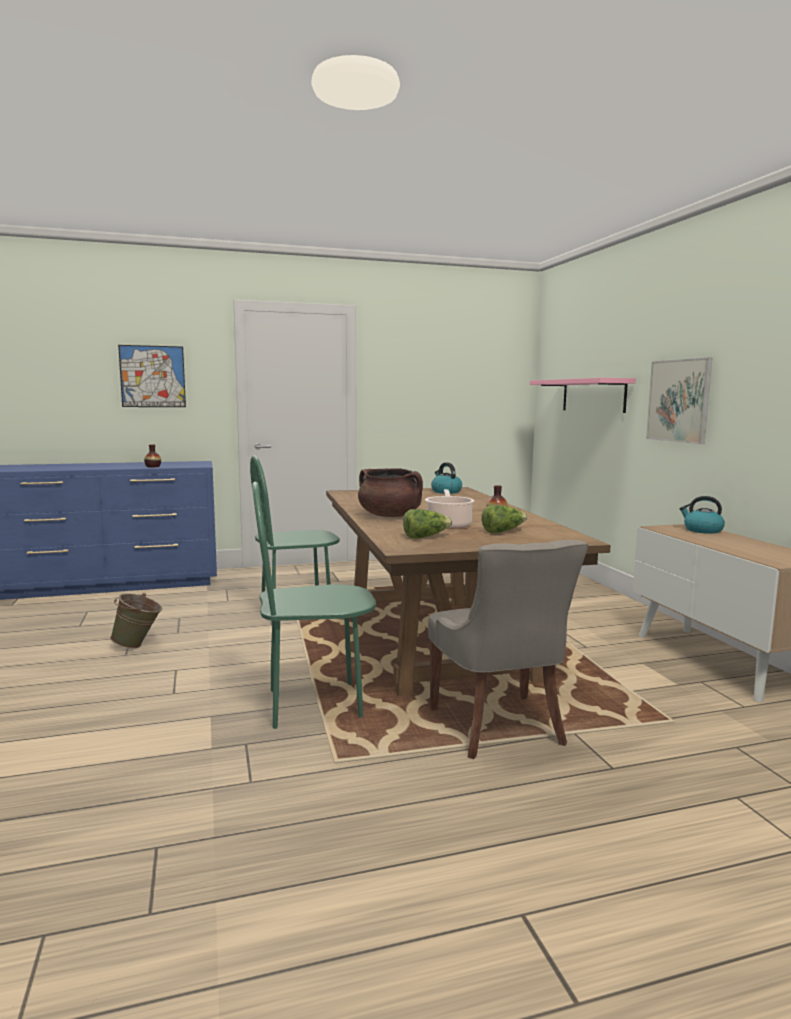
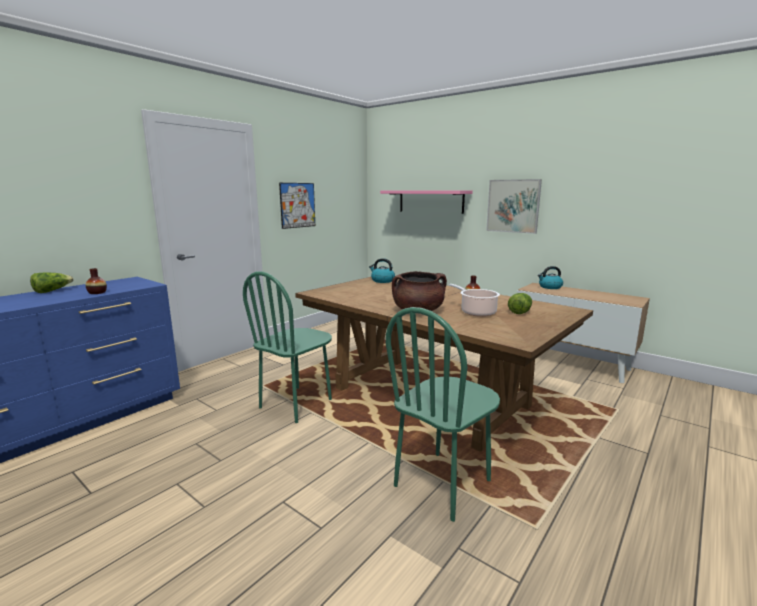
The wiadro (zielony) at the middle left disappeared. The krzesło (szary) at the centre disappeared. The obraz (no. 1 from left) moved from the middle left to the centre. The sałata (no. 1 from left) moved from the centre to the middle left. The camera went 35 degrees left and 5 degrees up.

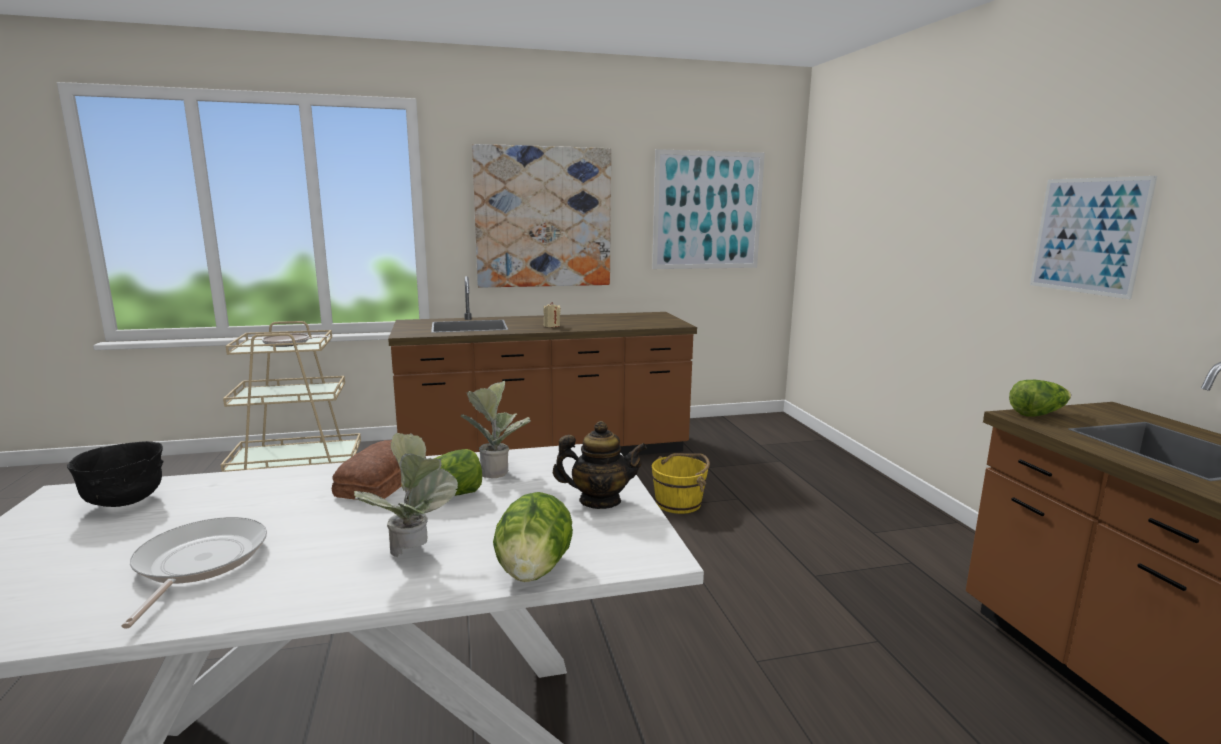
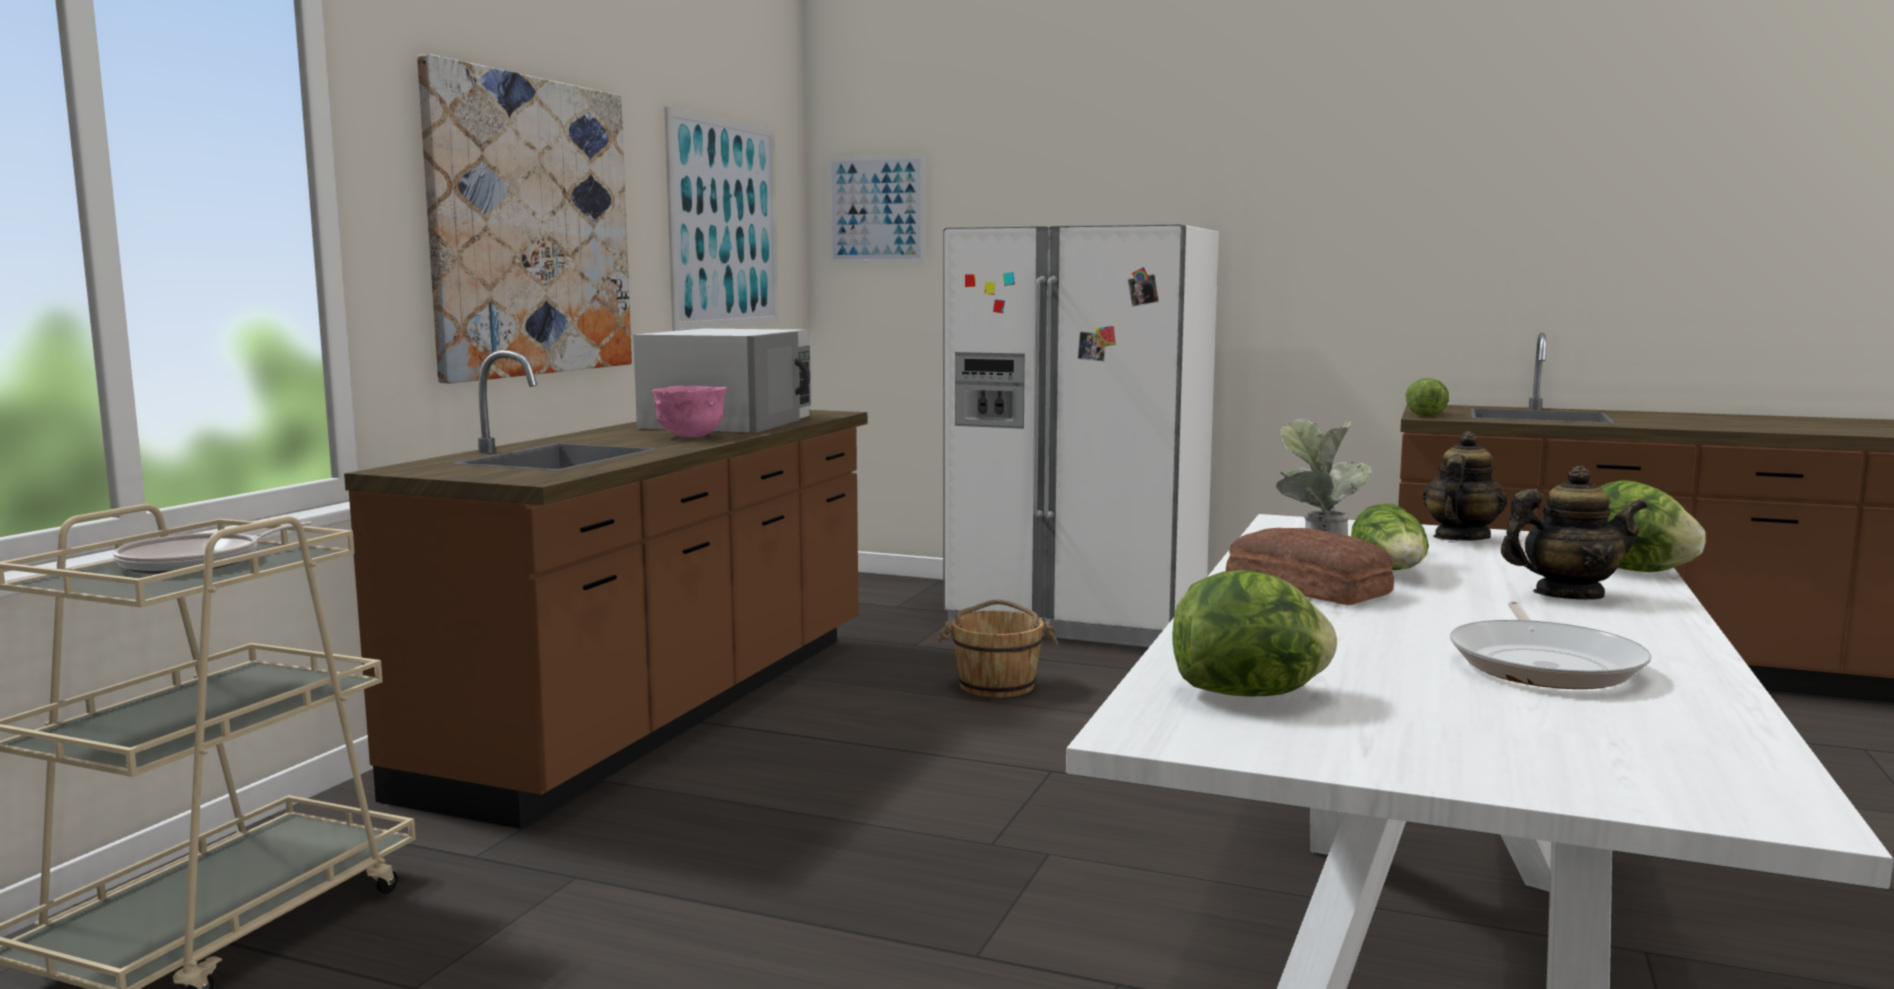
The mikrofalówka (biały) at the centre appeared. The lodówka (biały) at the centre appeared. The obraz (no. 3 from left) moved from the top right to the top centre. The miska (czarny) at the middle left was replaced by the sałata (no. 1 from left) at the centre. The roślina doniczkowa (no. 1 from left) at the middle left was replaced by the imbryk (no. 2 from left) at the middle right. The świeca (beżowy) at the centre was replaced by the miska (różowy) at the centre. The wiadro (żółty) at the centre became the wiadro (brązowy) at the centre. The patelnia (no. 1 from left in the first image) at the bottom left turned 105 degrees counterclockwise. The camera went 55 degrees left and 5 degrees down.

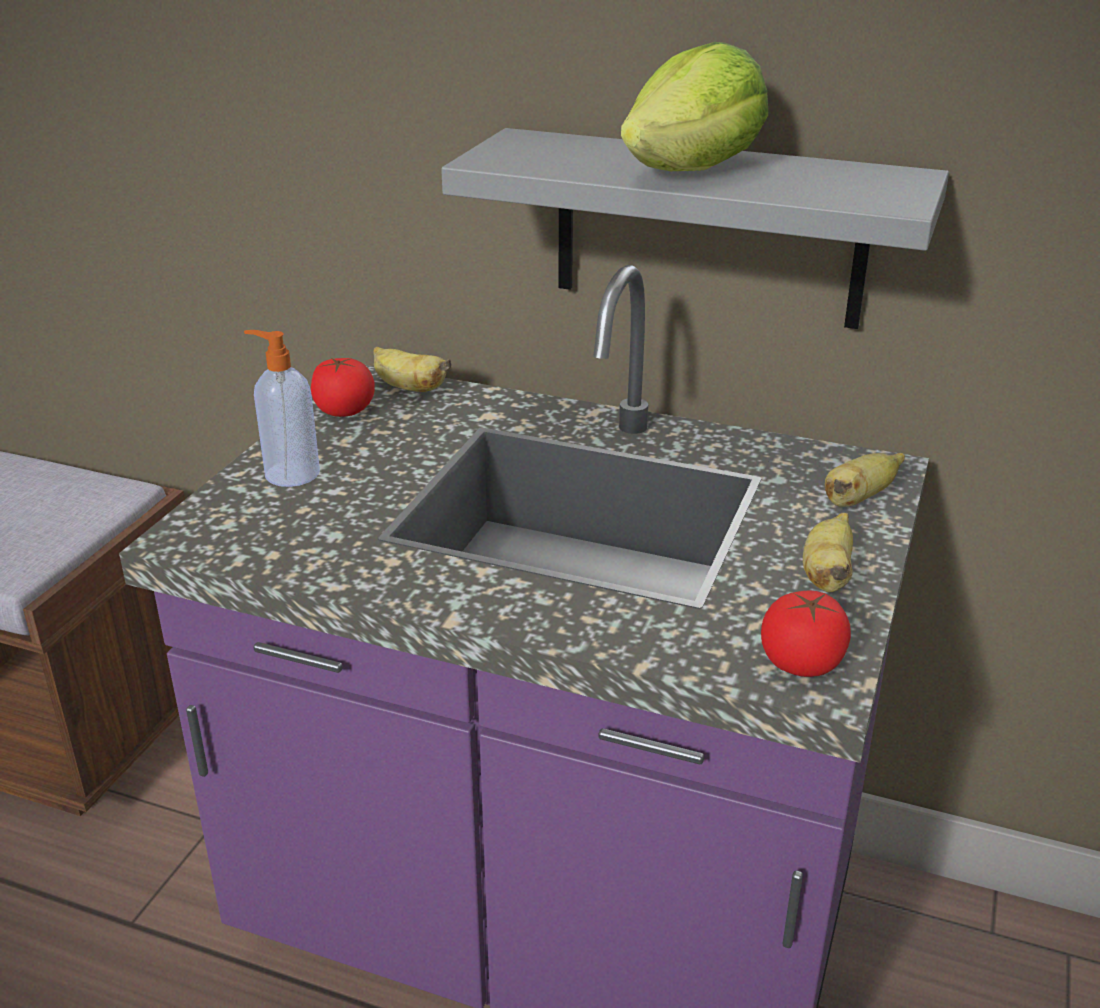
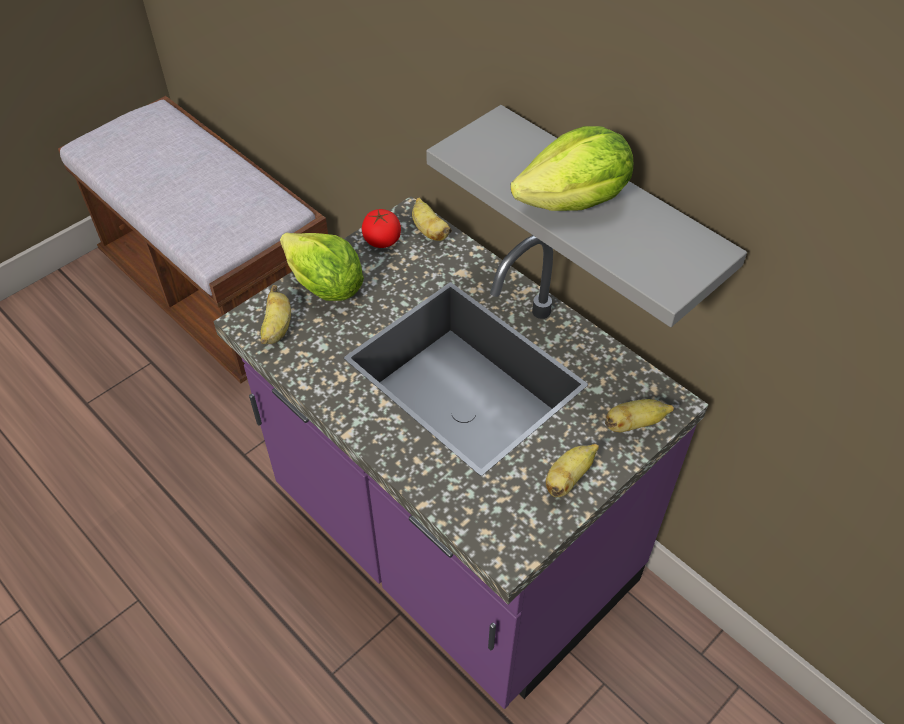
The pomidor (no. 2 from left) at the middle right disappeared. The banan (no. 1 from left) at the middle left appeared. The dozownik mydła at the middle left was replaced by the sałata (no. 1 from left) at the centre. The camera went 25 degrees right and 20 degrees up.

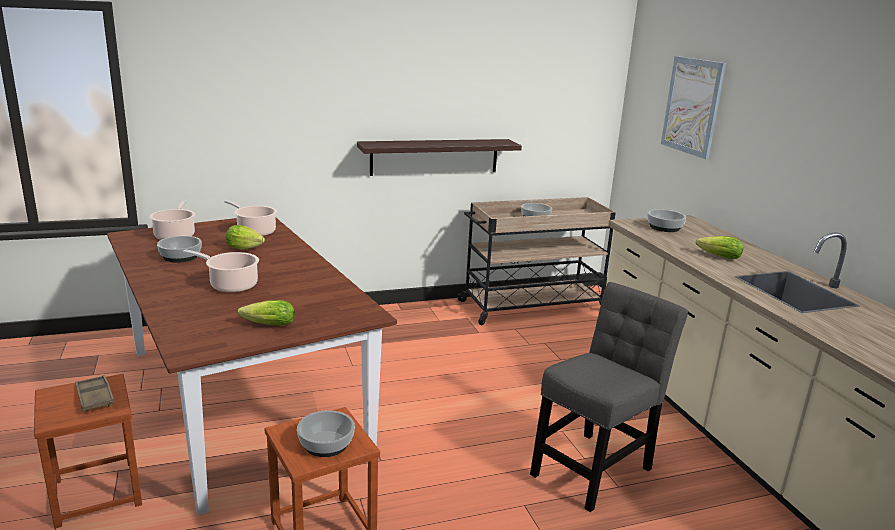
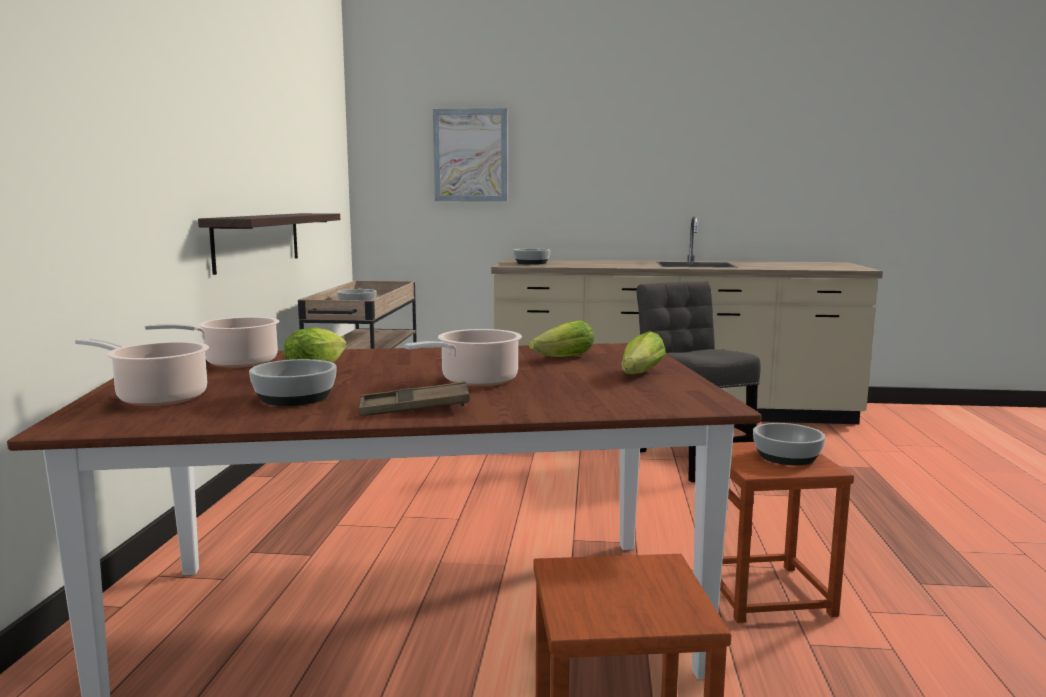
The taca (brązowy) moved from the bottom left to the centre. The sałata (no. 3 from left in the first image) moved from the middle right to the centre. The camera went 65 degrees left and 10 degrees down.

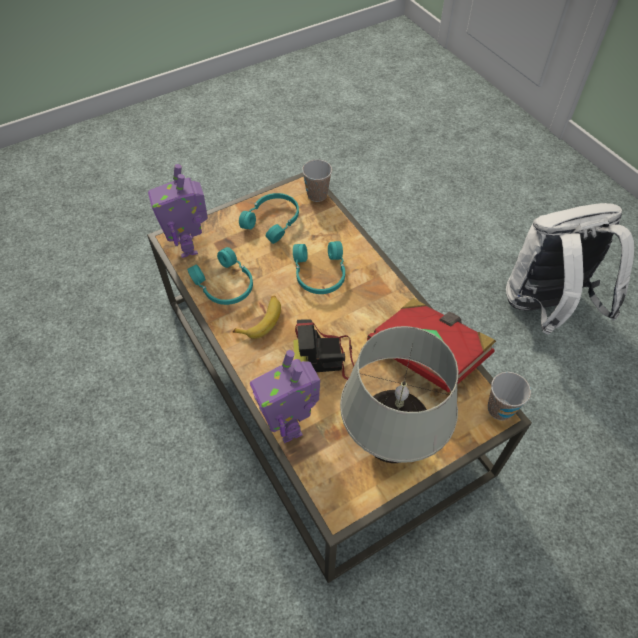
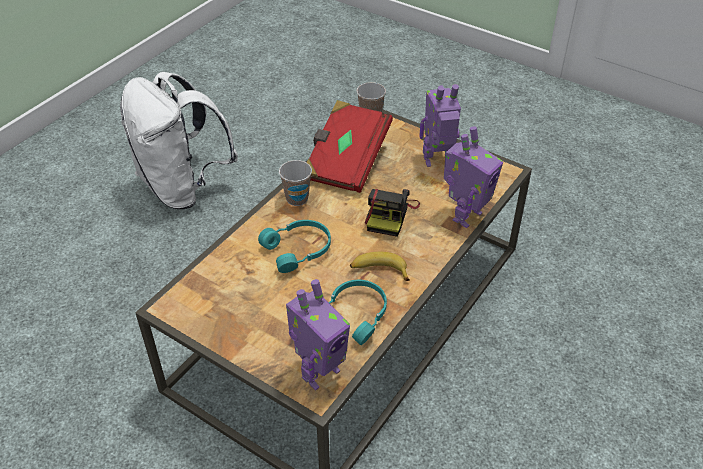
The słuchawki (turkusowy) (no. 2 from left) at the centre disappeared. The filiżanka (no. 1 from left) moved from the top centre to the centre. The lampa stołowa (biały) at the centre was replaced by the robot zabawkowy (no. 2 from left) at the top centre. The aparat fotograficzny at the centre turned 45 degrees clockwise. The camera went 115 degrees left and 10 degrees down.

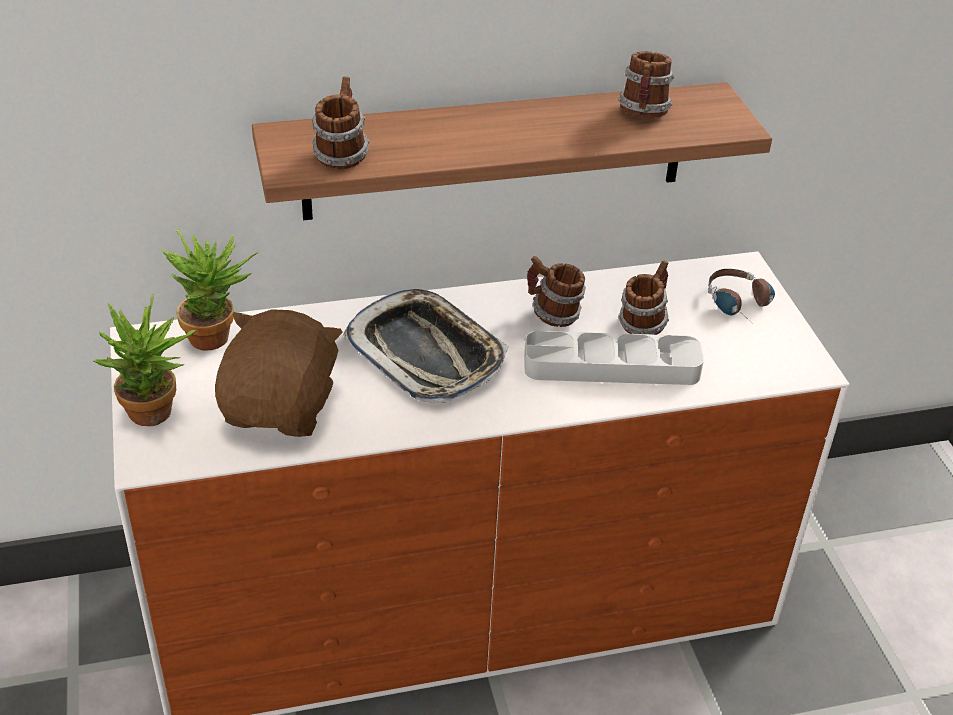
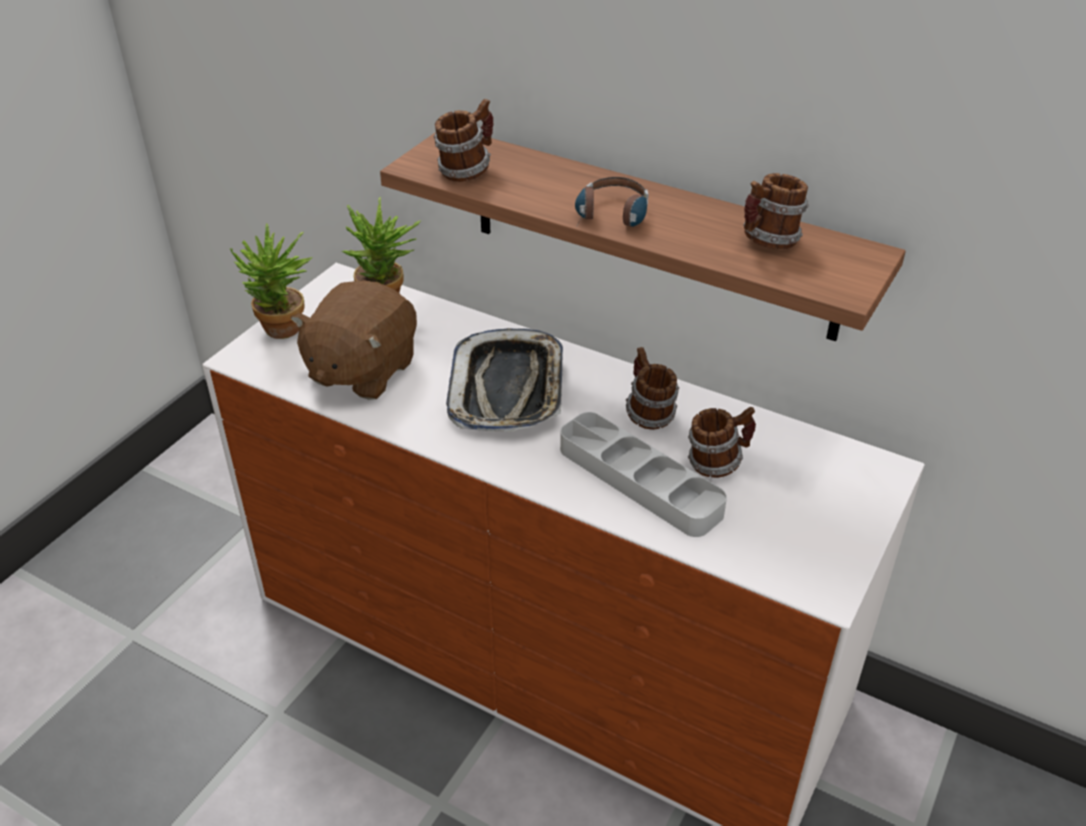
The słuchawki moved from the middle right to the top centre. The pluszak (brązowy) at the middle left turned 150 degrees clockwise. The camera went 45 degrees right and 0 degrees up.

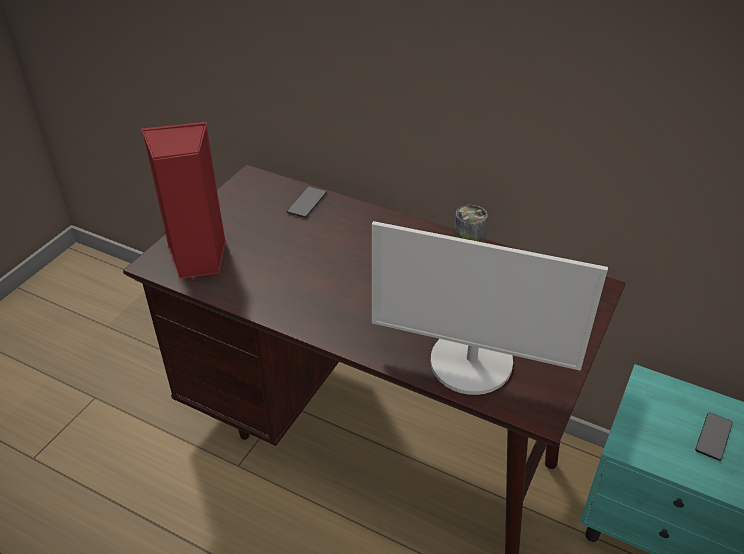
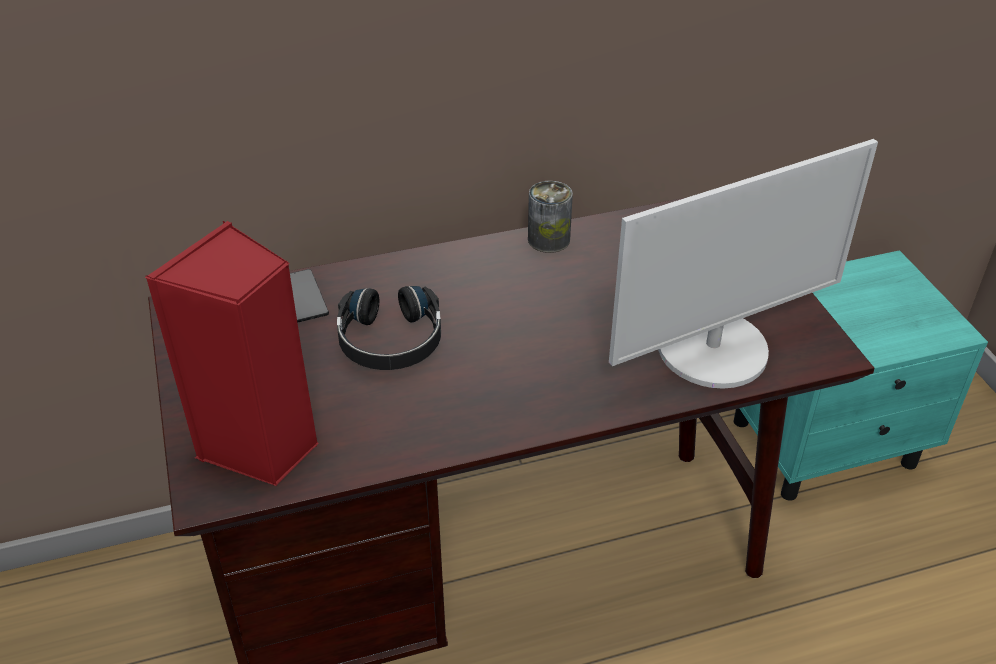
The telefon (no. 2 from left) at the bottom right disappeared. The słuchawki (czarny) at the centre appeared. The camera went 45 degrees left and 0 degrees up.

